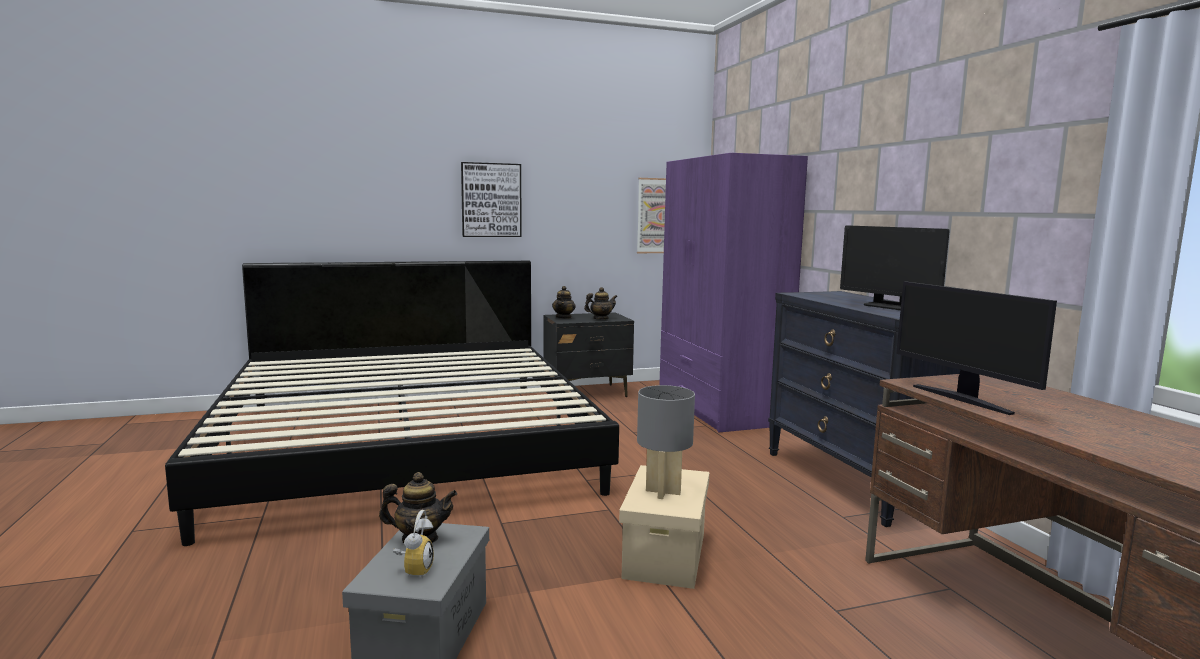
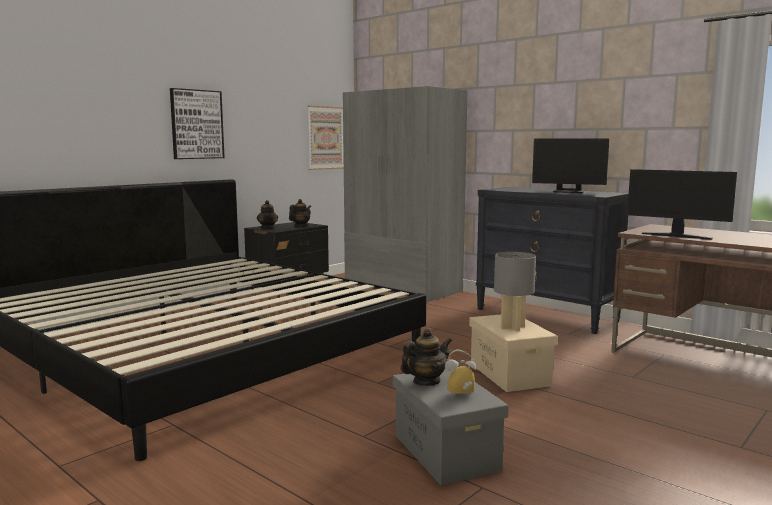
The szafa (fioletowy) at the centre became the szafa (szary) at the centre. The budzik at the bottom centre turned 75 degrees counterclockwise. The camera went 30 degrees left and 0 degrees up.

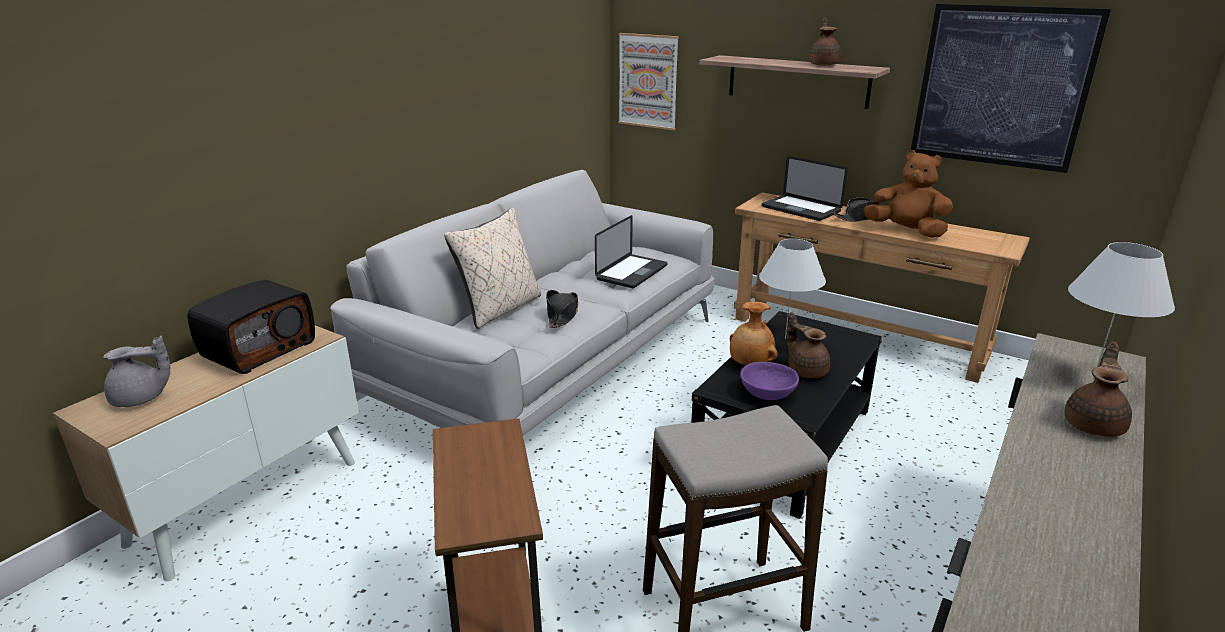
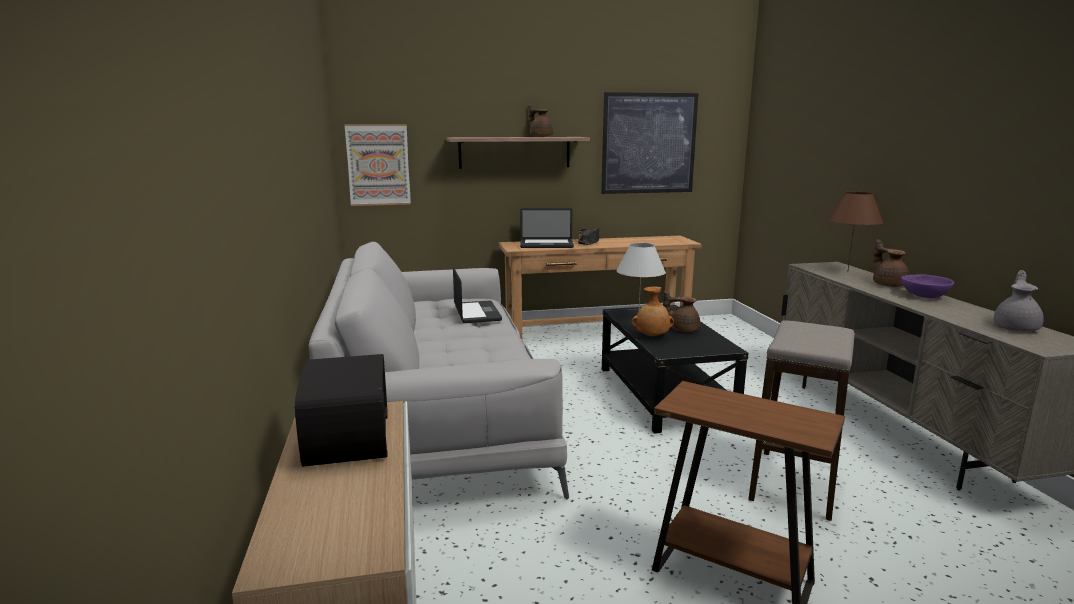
The poduszka (beżowy) at the centre disappeared. The kapelusz (czarny) (no. 1 from left) at the centre disappeared. The pluszak (brązowy) at the top right disappeared. The imbryk (szary) moved from the middle left to the middle right. The miska (fioletowy) moved from the centre to the middle right. The lampa stołowa (biały) (no. 2 from left) at the middle right became the lampa stołowa (brązowy) at the middle right. The camera went 45 degrees left and 10 degrees down.

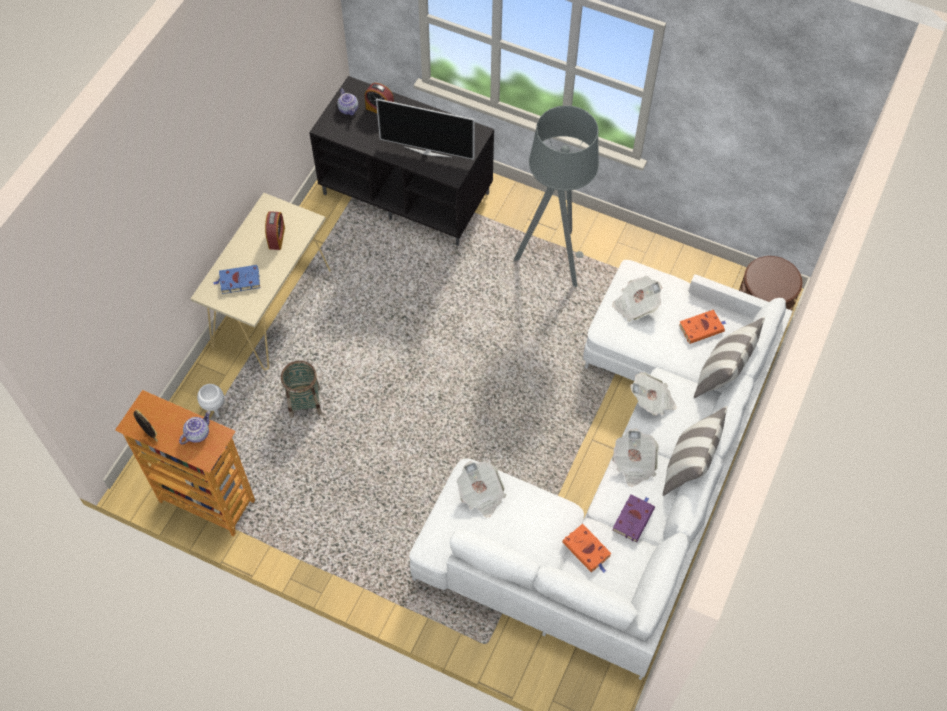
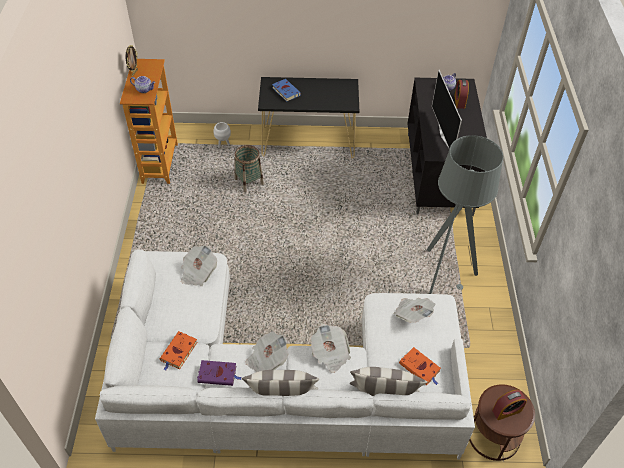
The budzik (no. 1 from left in the first image) moved from the top left to the bottom right. The stolik konsolowy (beżowy) at the middle left became the stolik konsolowy (czarny) at the top centre. The camera went 65 degrees right and 10 degrees down.

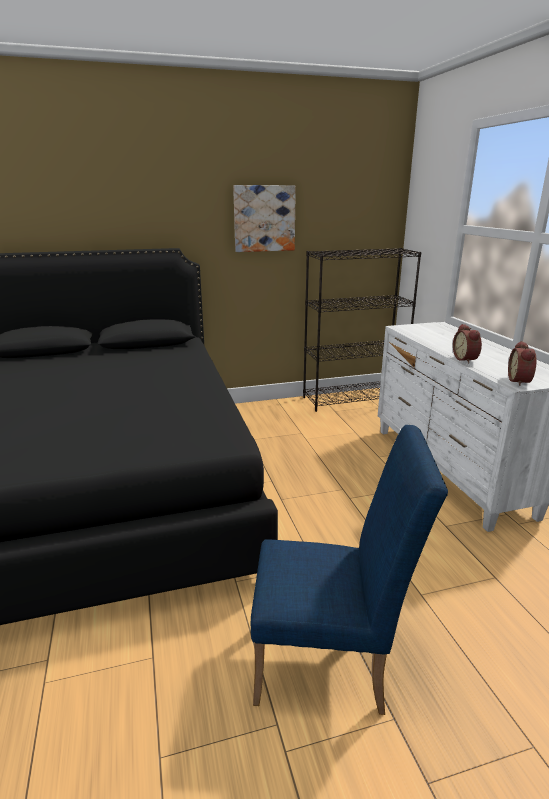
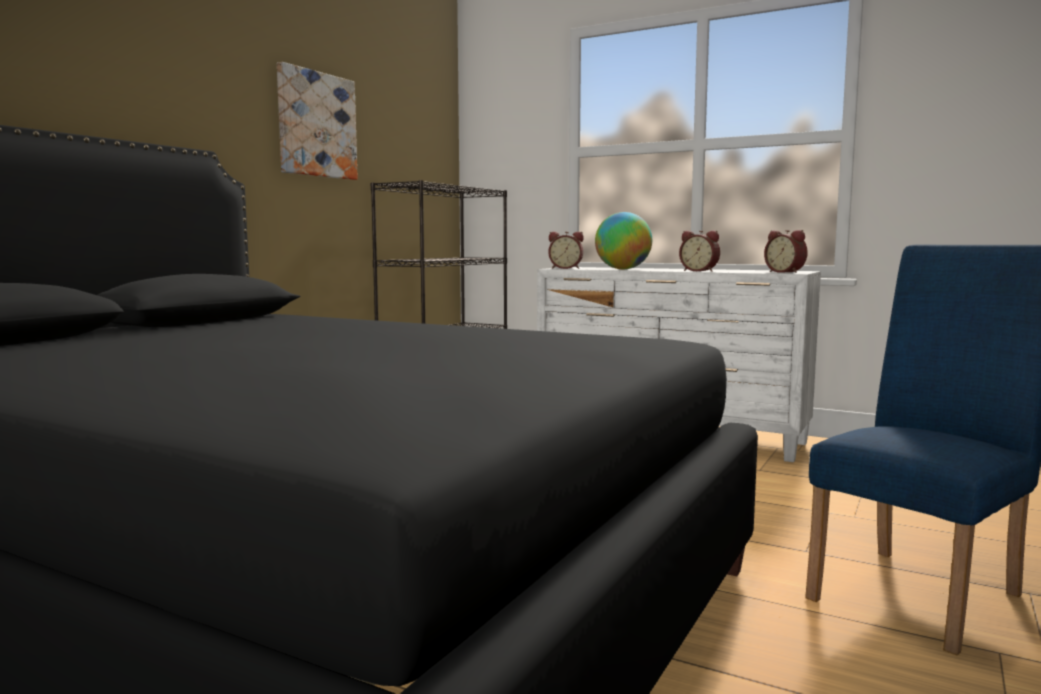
The budzik (no. 1 from left) at the centre appeared. The globus at the centre appeared. The camera went 45 degrees left and 15 degrees down.

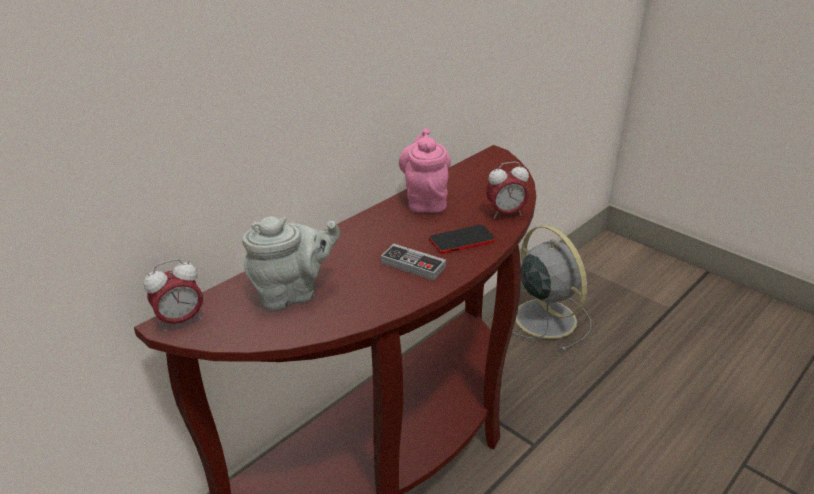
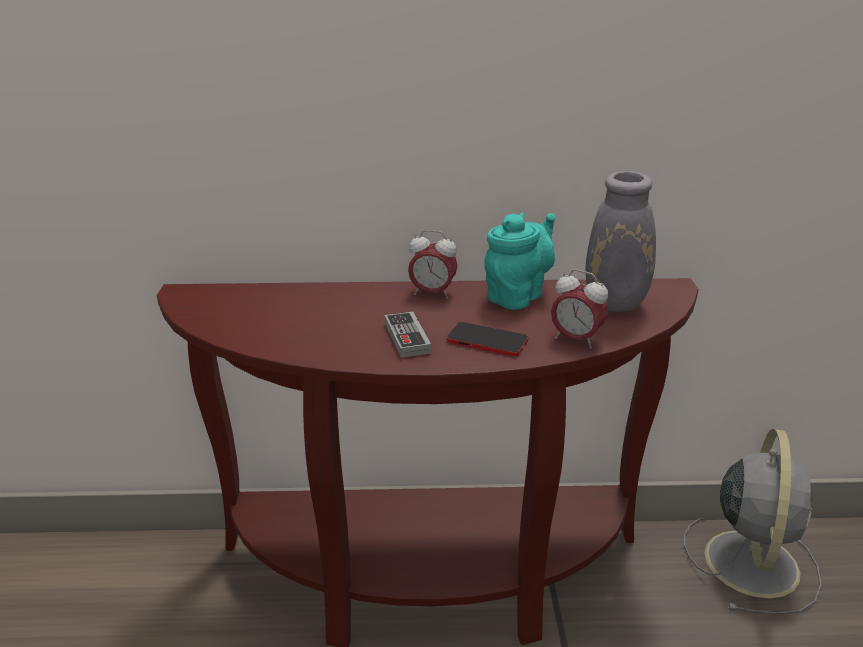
The imbryk (szary) at the centre disappeared. The wazon (szary) at the middle right appeared. The budzik (no. 1 from left) moved from the middle left to the centre. The imbryk (różowy) at the centre became the imbryk (turkusowy) at the centre. The camera went 45 degrees right and 5 degrees down.

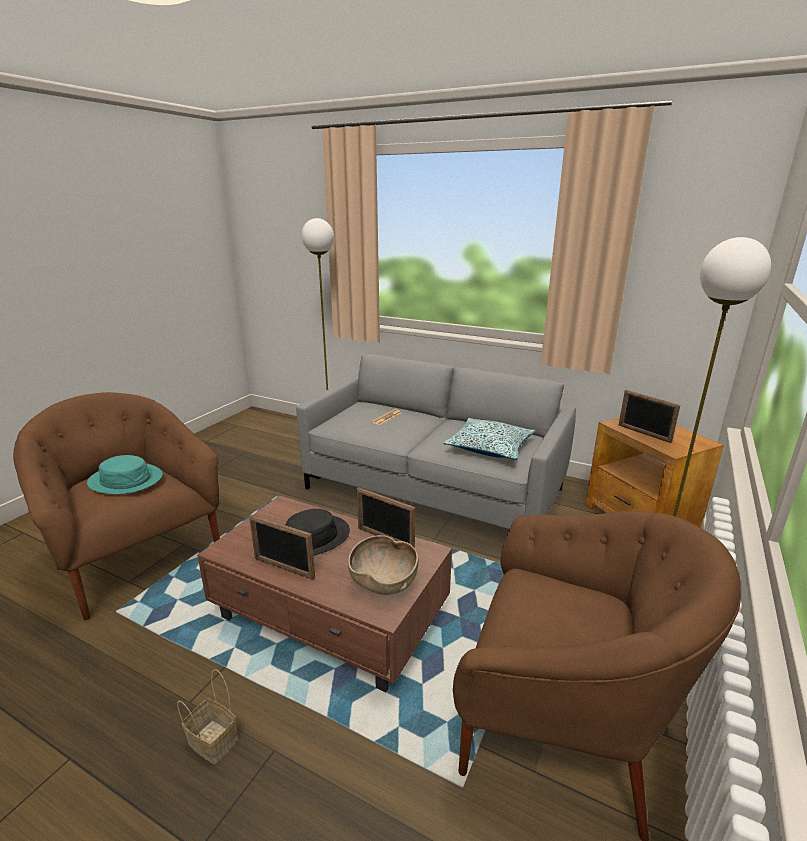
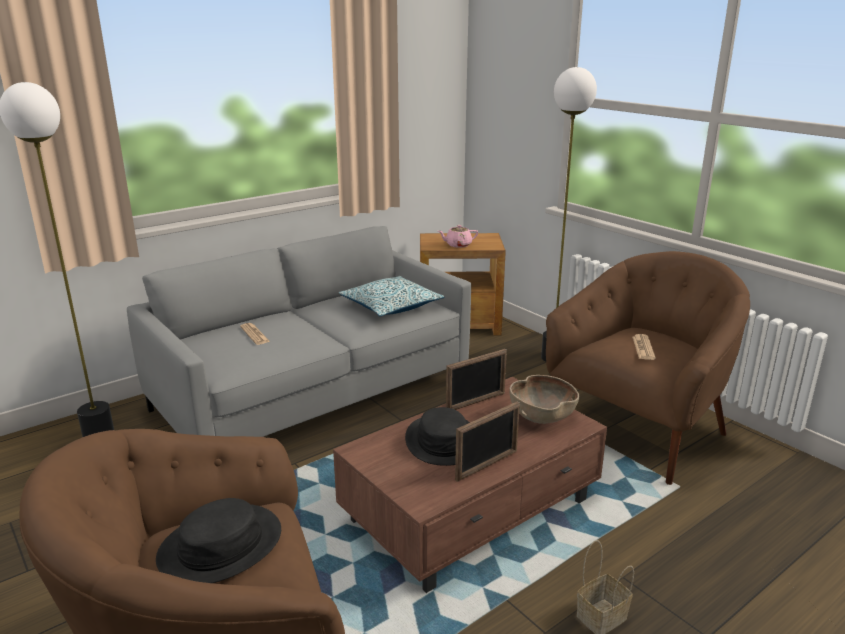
The gazeta (no. 2 from left) at the middle right appeared. The ramka na zdjęcie (no. 3 from left) at the middle right was replaced by the imbryk (różowy) at the centre. The kapelusz (turkusowy) at the middle left became the kapelusz (czarny) (no. 1 from left) at the bottom left. The camera went 65 degrees left and 0 degrees up.

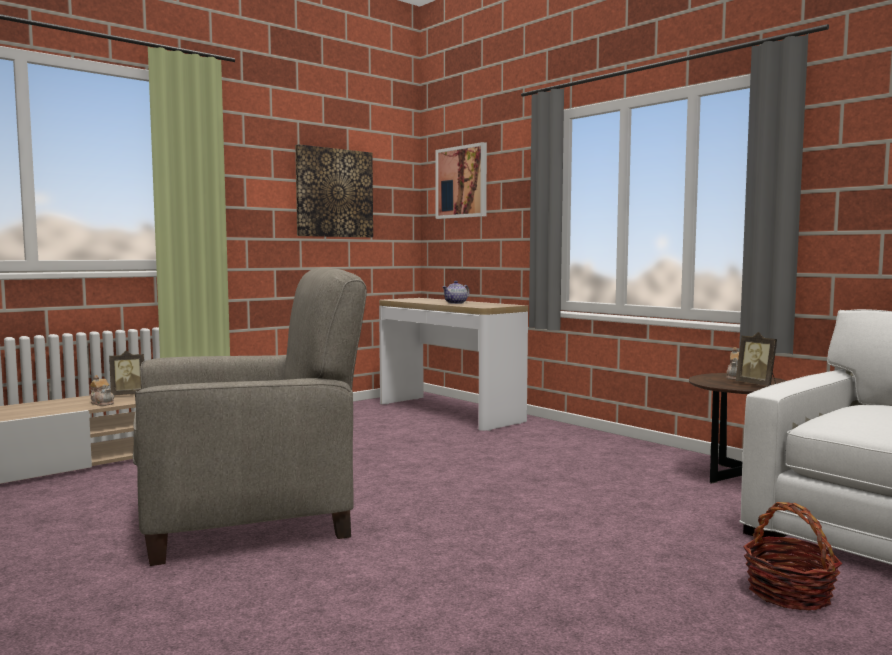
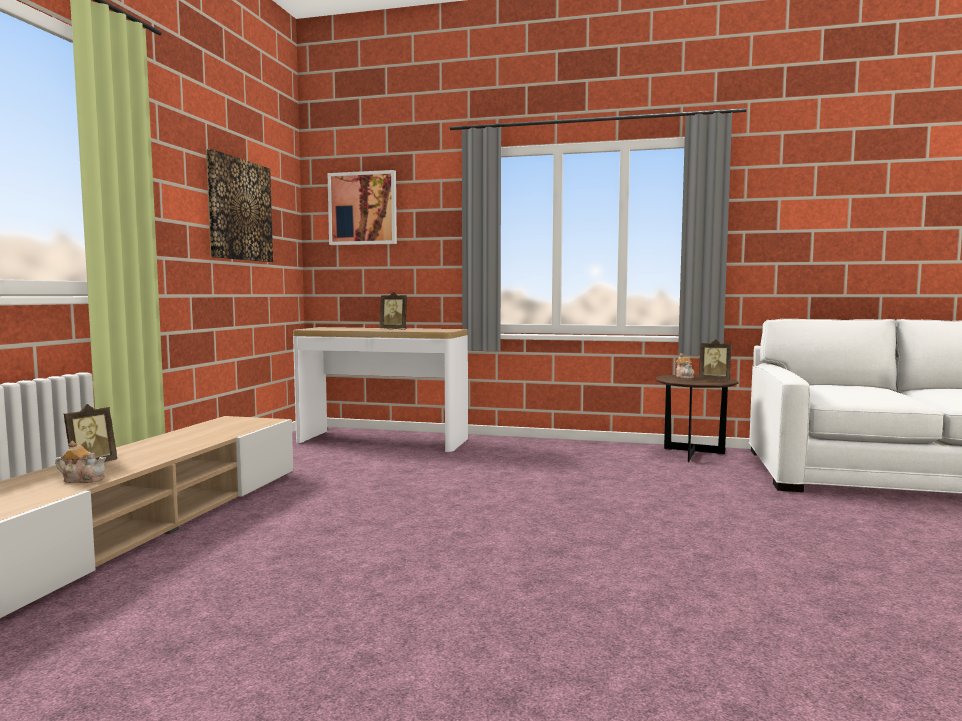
The fotel (beżowy) at the middle left disappeared. The koszyk at the bottom right disappeared. The imbryk (no. 2 from left) at the centre was replaced by the ramka na zdjęcie (no. 2 from left) at the centre. The camera went 35 degrees left and 0 degrees up.

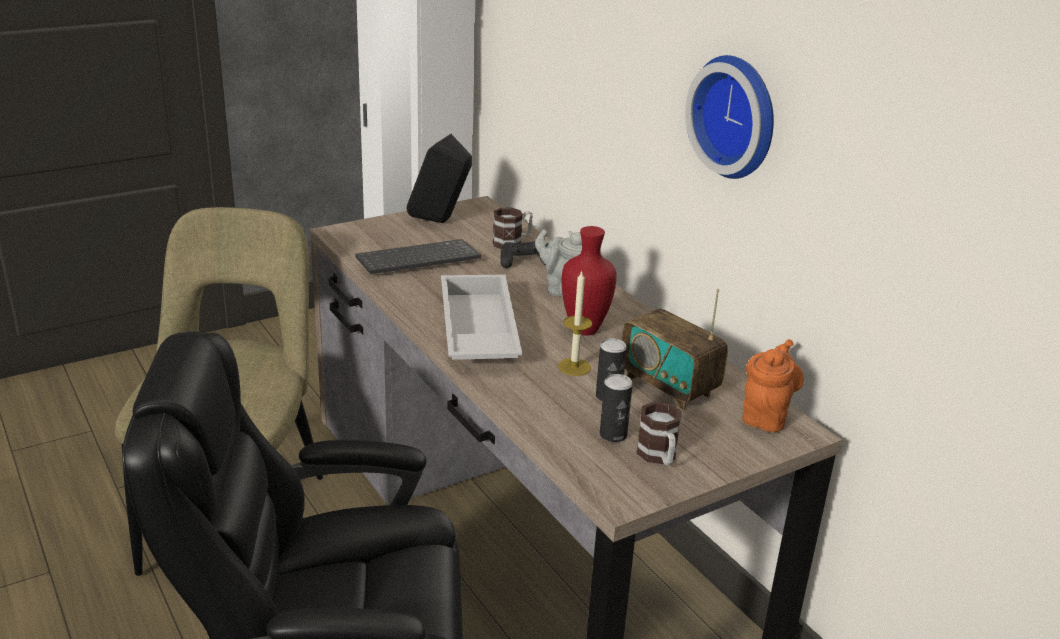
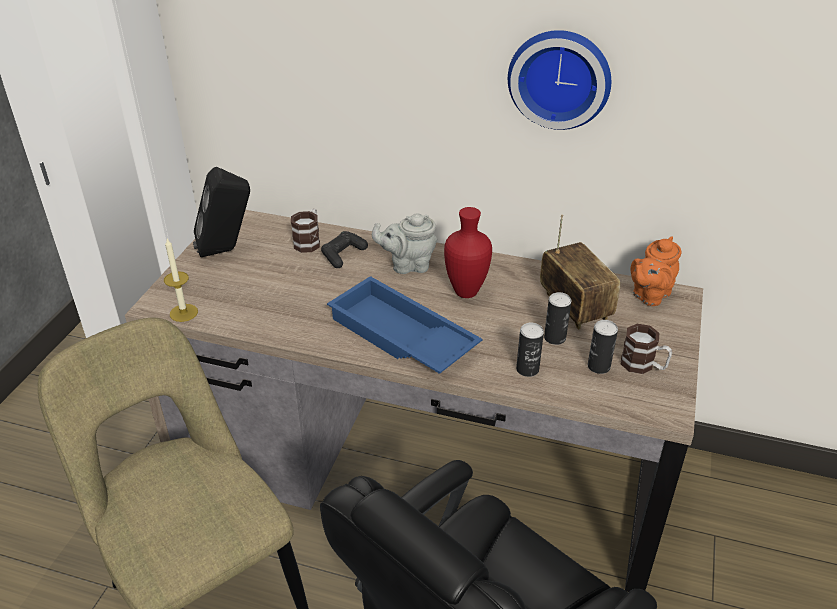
The klawiatura at the centre disappeared. The puszka (no. 1 from left) at the centre appeared. The świeca moved from the centre to the middle left. The taca (biały) at the centre became the taca (niebieski) at the centre. The radio at the centre turned 120 degrees counterclockwise. The imbryk (pomarańczowy) at the middle right turned 120 degrees counterclockwise. The camera went 40 degrees left and 10 degrees up.

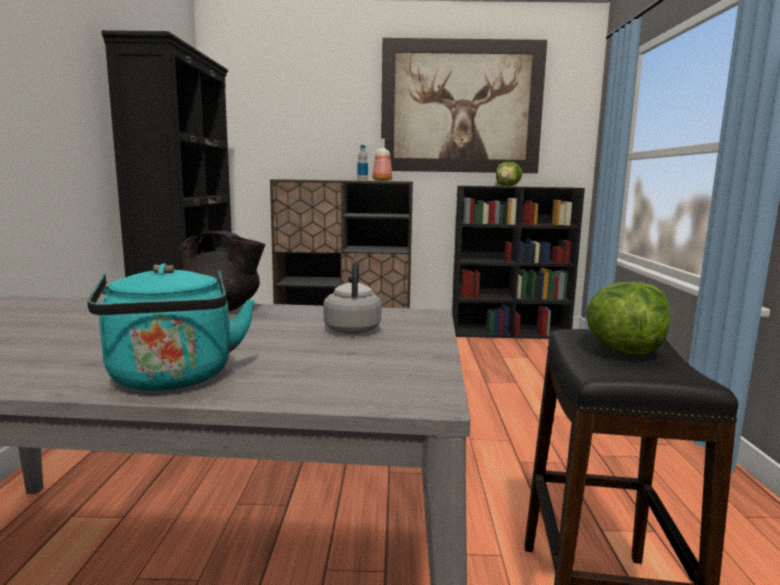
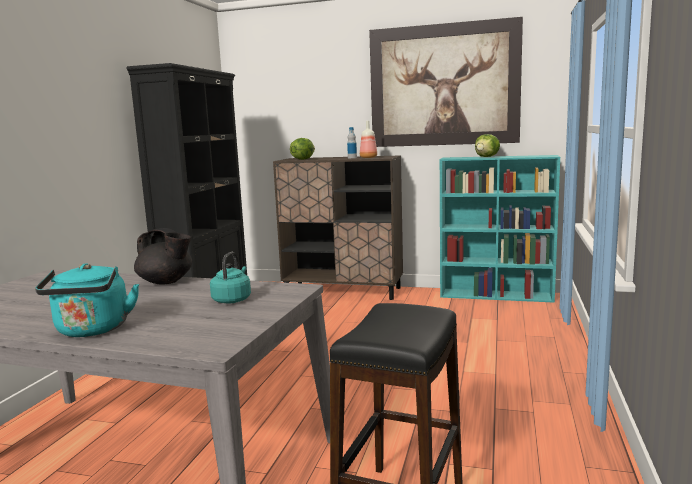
The sałata (no. 2 from left in the first image) moved from the middle right to the top centre. The czajnik (szary) at the centre became the czajnik (turkusowy) (no. 2 from left) at the middle left. The regał (czarny) (no. 2 from left) at the centre became the regał (turkusowy) at the middle right. The camera went 15 degrees right and 0 degrees up.

